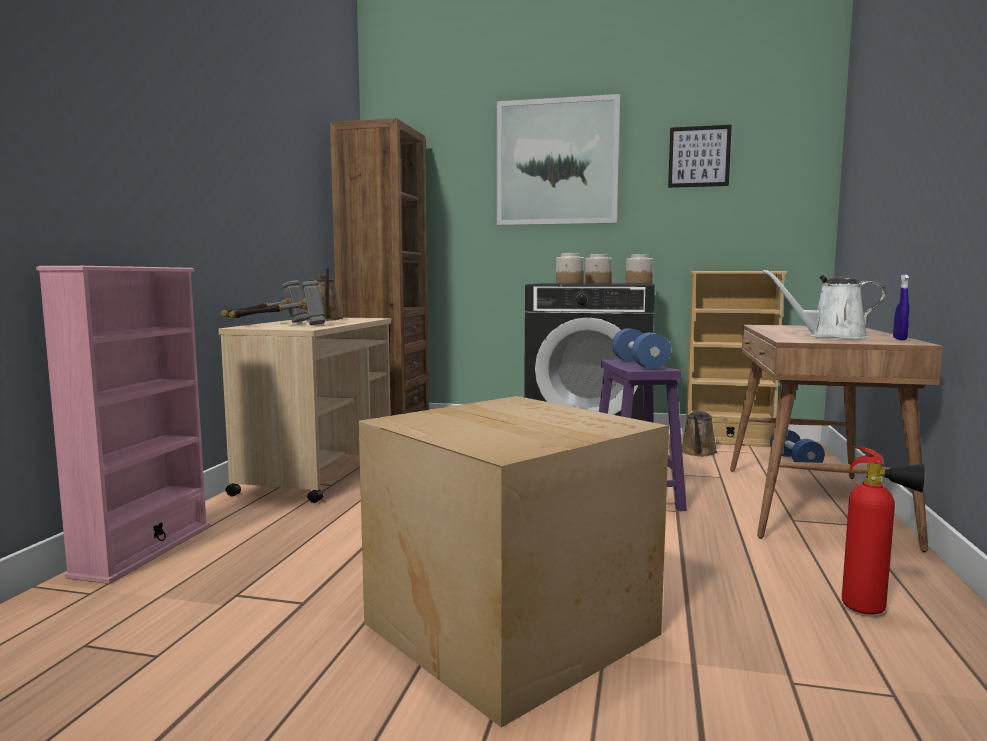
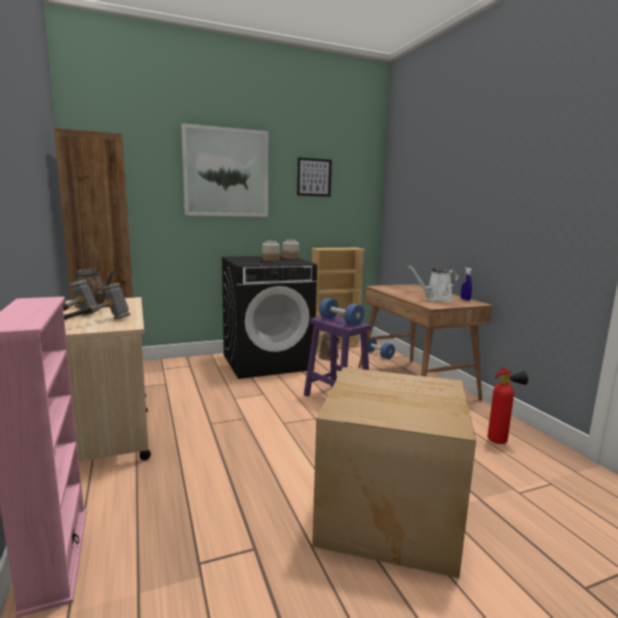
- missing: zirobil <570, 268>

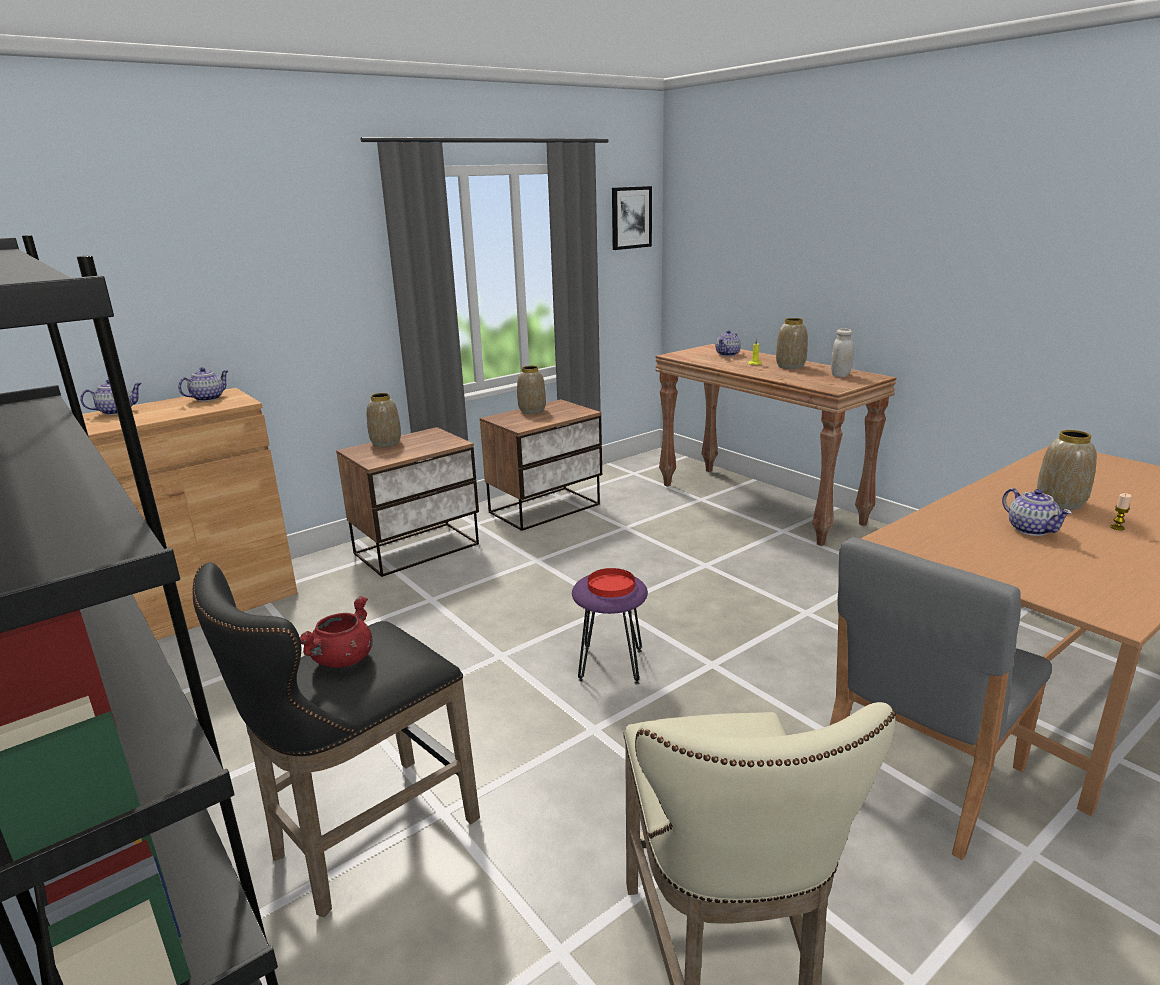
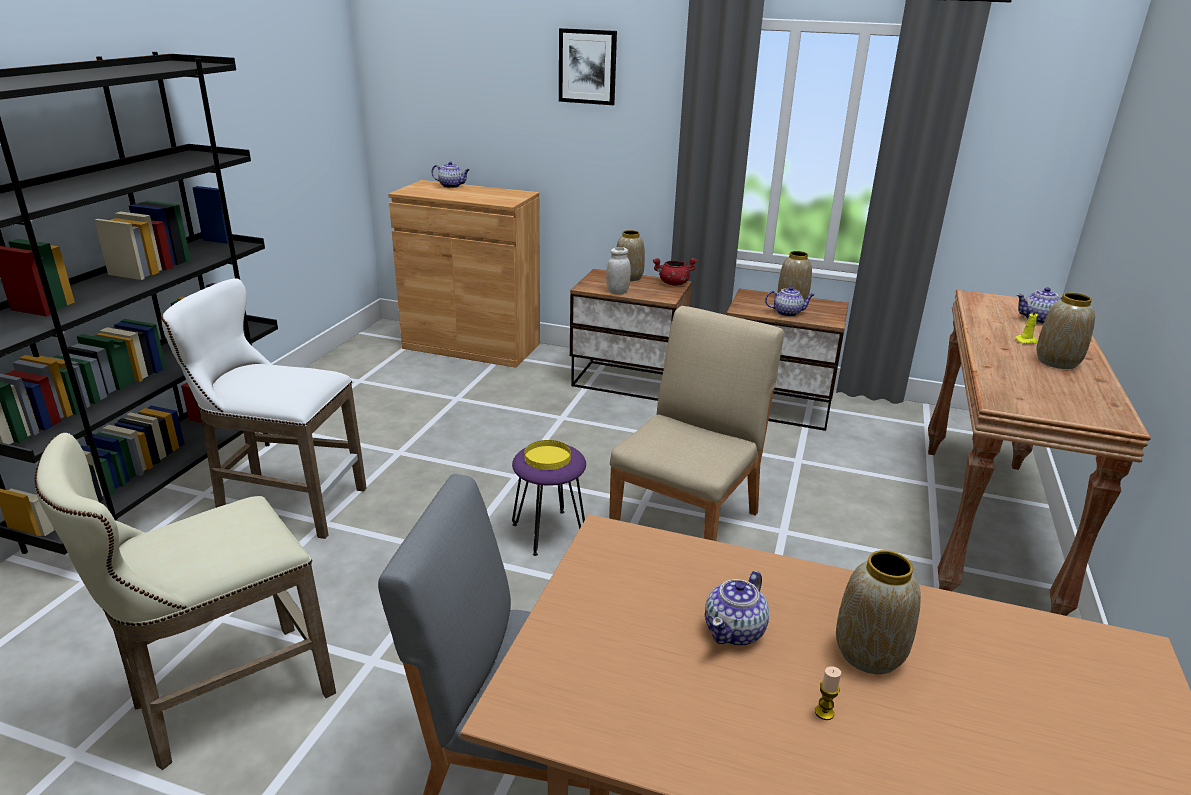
- colour: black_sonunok <336, 740> to white_sonunok <264, 408>
- colour: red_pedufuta <611, 583> to yellow_pedufuta <548, 455>
- relocated: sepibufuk <632, 218> to <588, 66>
- relocated: white_zirobil <842, 352> to <618, 270>
- appeared: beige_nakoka <696, 423>
- relocated: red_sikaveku <336, 632> to <675, 271>
- relocated: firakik <203, 384> to <789, 301>

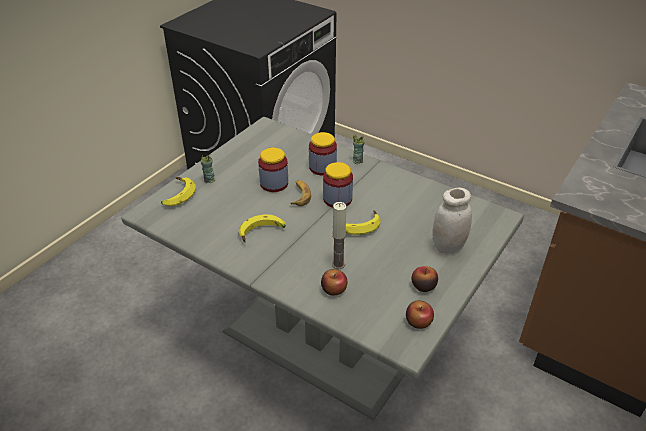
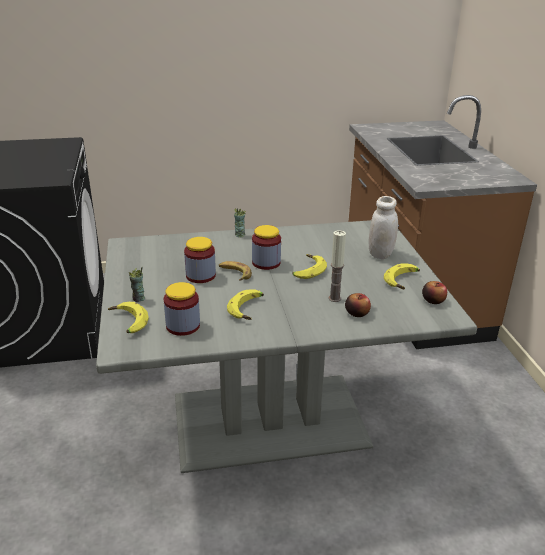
- relocated: zirobil <323, 154> to <182, 309>
- exchanged: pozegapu <424, 279> to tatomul <402, 276>

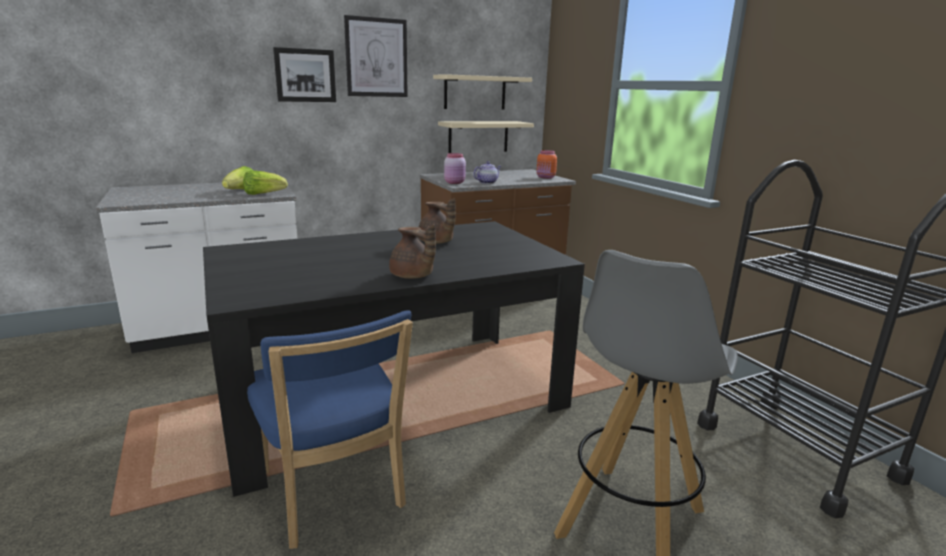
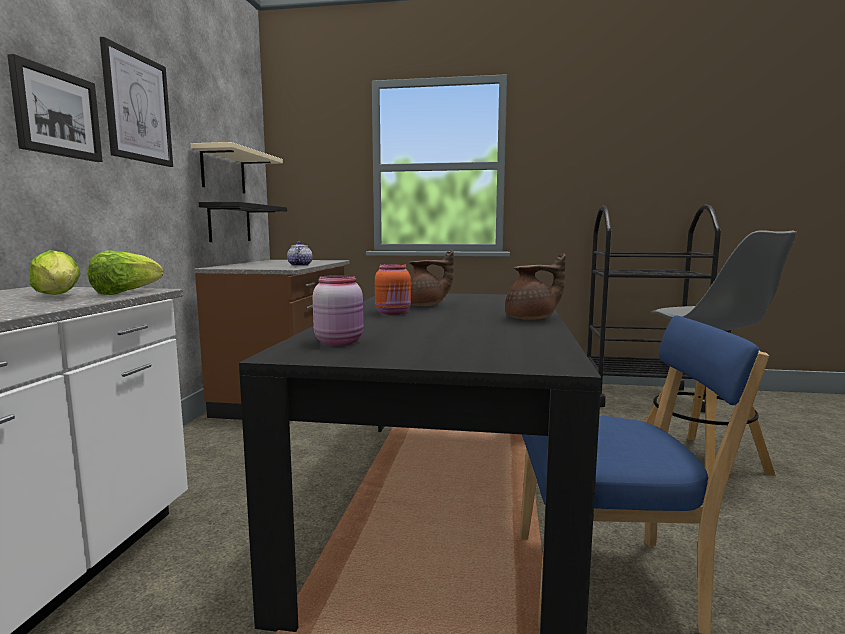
- colour: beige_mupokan <486, 137> to black_mupokan <243, 222>
- relocated: pink_zirobil <455, 168> to <338, 310>
- relocated: orange_zirobil <546, 164> to <393, 289>

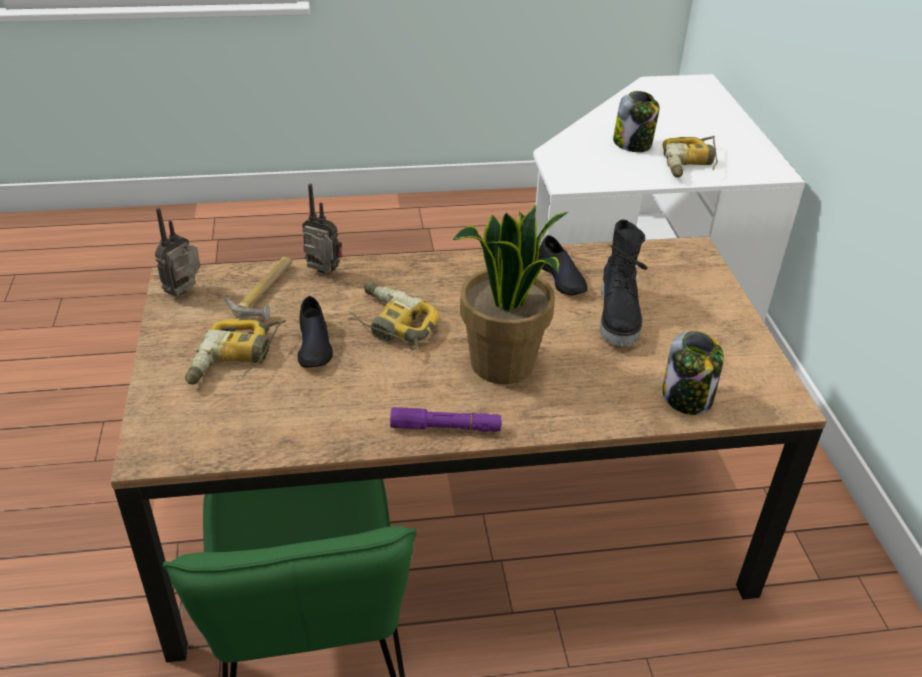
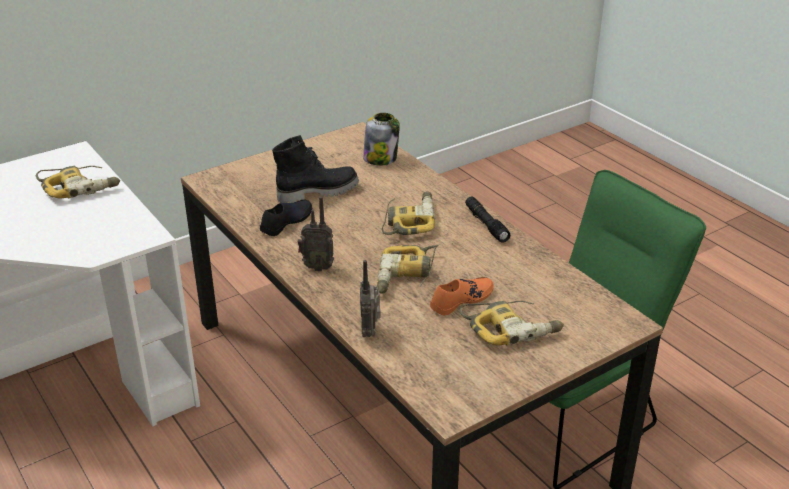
- relocated: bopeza <177, 252> to <316, 233>
- exchanged: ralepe <510, 294> to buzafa <408, 213>
- colour: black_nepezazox <315, 332> to orange_nepezazox <462, 296>
- colour: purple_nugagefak <446, 419> to black_nugagefak <487, 219>
- missing: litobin <258, 289>
- missing: zirobil <636, 121>

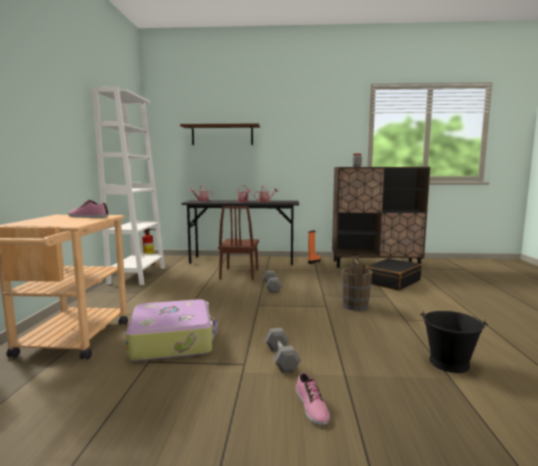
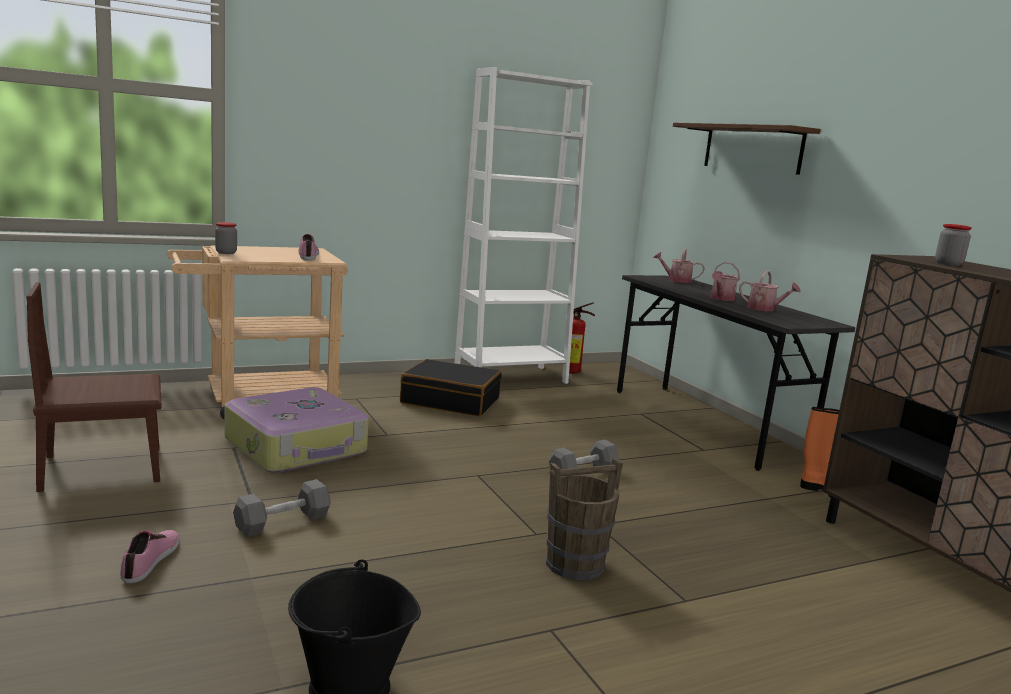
- relocated: brown_nakoka <238, 243> to <93, 387>
- spun: nepezazox <313, 399> = <149, 556> 135 degrees clockwise
- appeared: zirobil <226, 238>
- relocated: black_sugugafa <393, 274> to <451, 387>

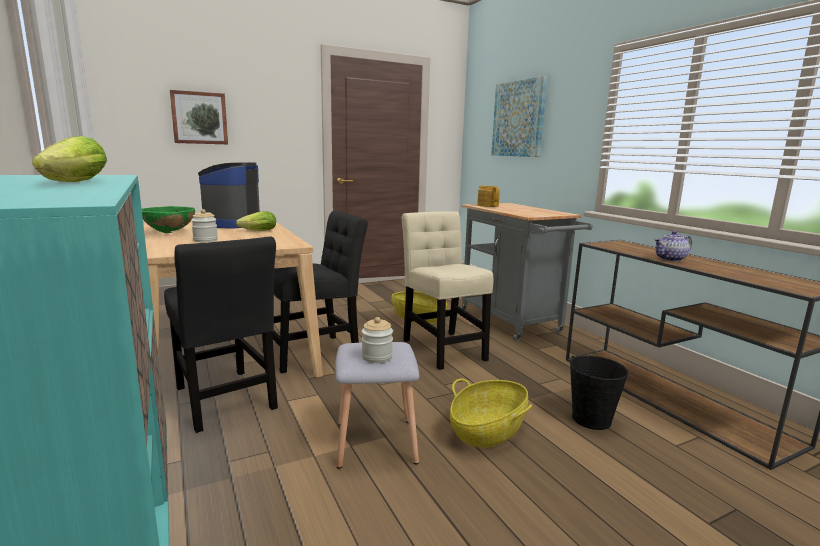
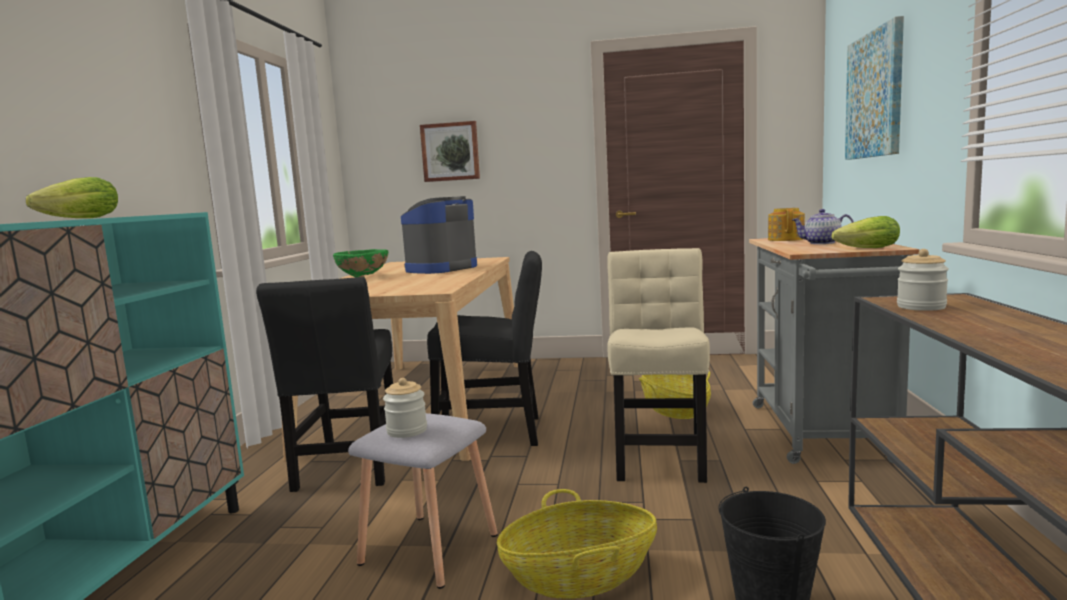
- relocated: firakik <673, 246> to <823, 226>
- relocated: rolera <256, 221> to <866, 232>
- relocated: zirobil <204, 225> to <923, 280>

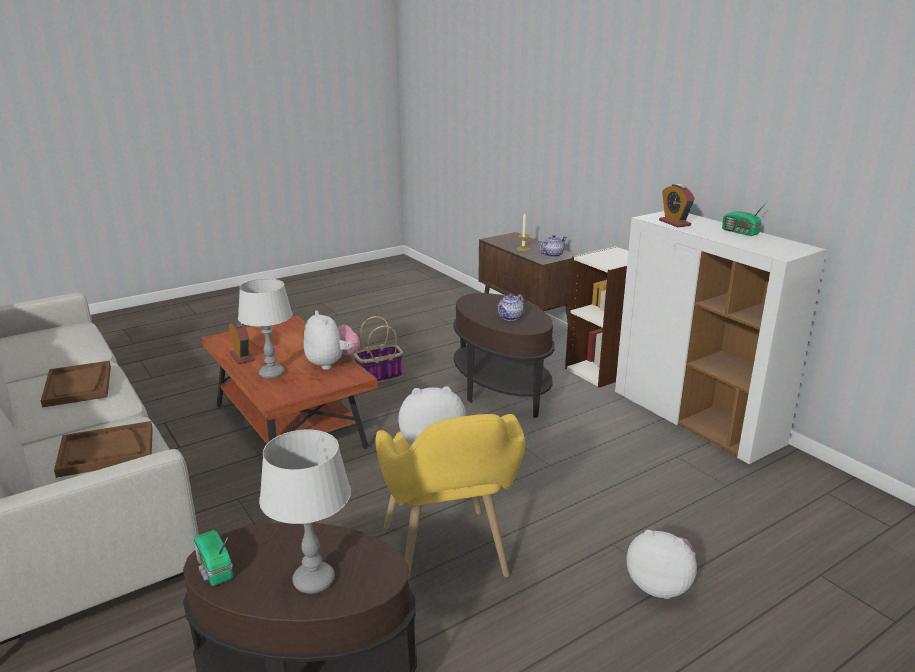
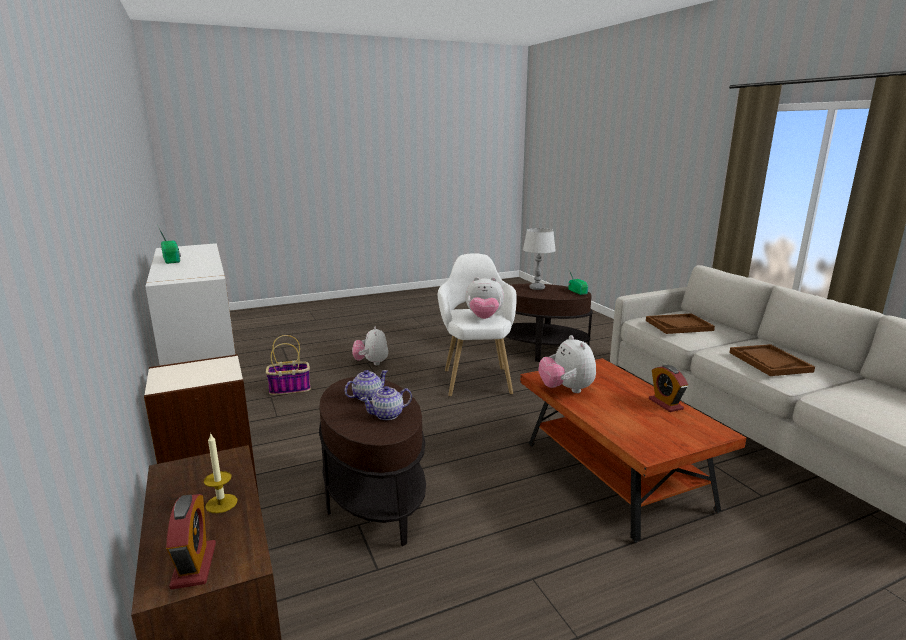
- relocated: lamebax <677, 205> to <191, 541>
- relocated: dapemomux <378, 349> to <288, 365>
- spun: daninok <661, 564> = <370, 345> 45 degrees clockwise
- relocated: firakik <553, 246> to <386, 403>
- colour: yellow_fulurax <450, 496> to white_fulurax <477, 325>
- missing: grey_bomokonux <265, 328>

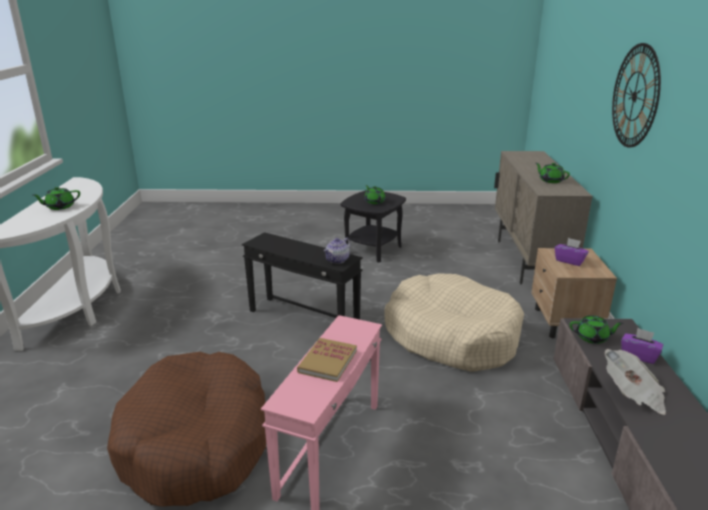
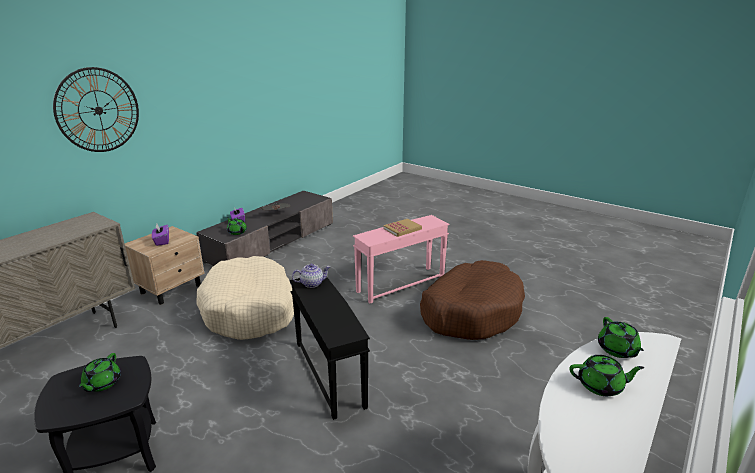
- relocated: green_firakik <553, 173> to <621, 337>

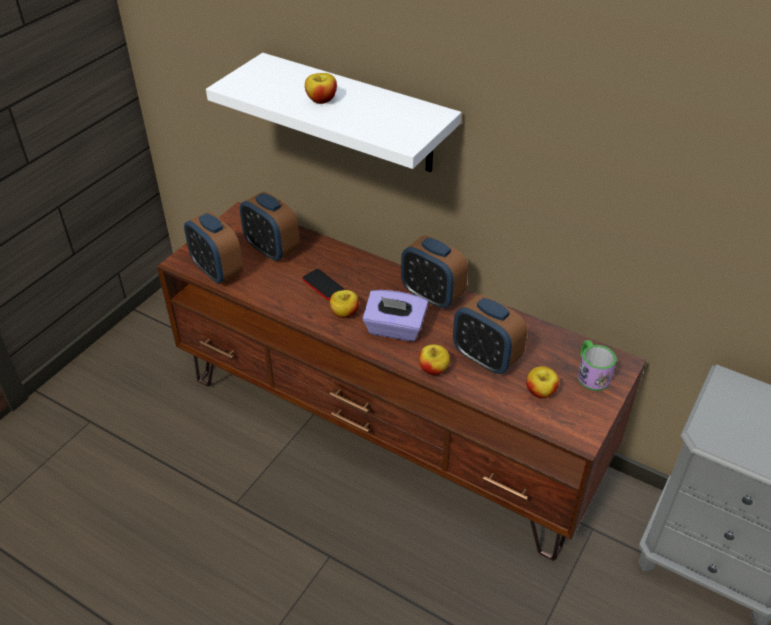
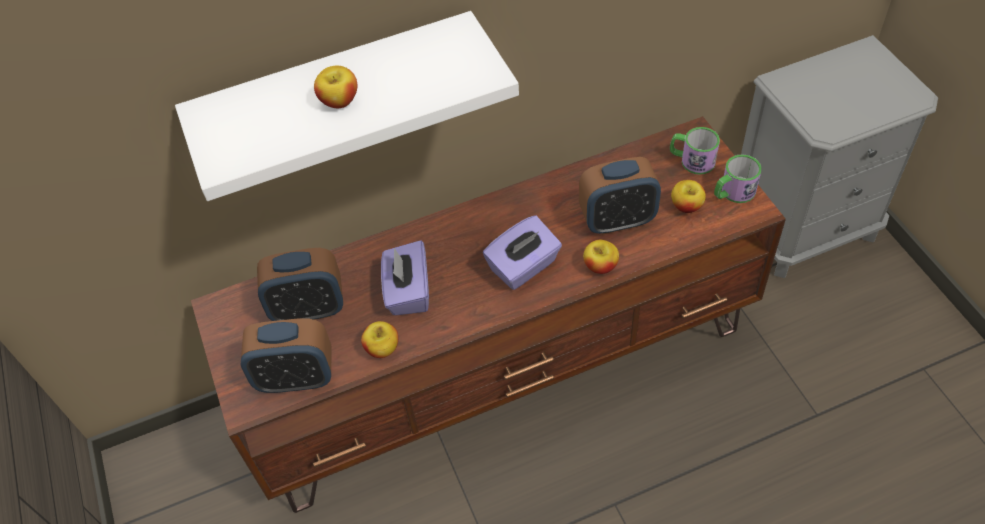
- relocated: pozegapu <344, 304> to <379, 339>
- exchanged: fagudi <323, 284> to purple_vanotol <405, 277>
- appeared: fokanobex <738, 178>
- missing: lamebax <434, 272>

